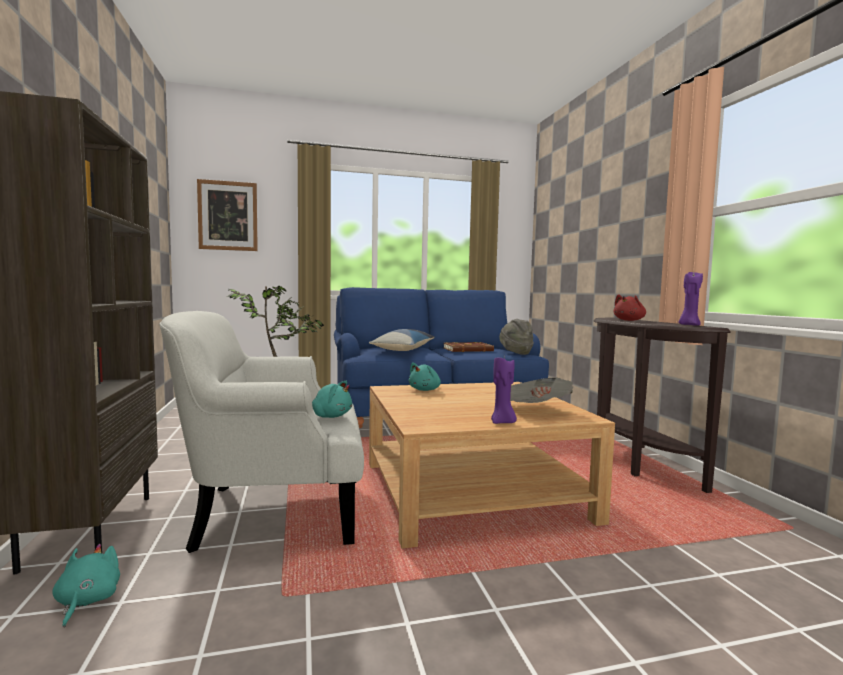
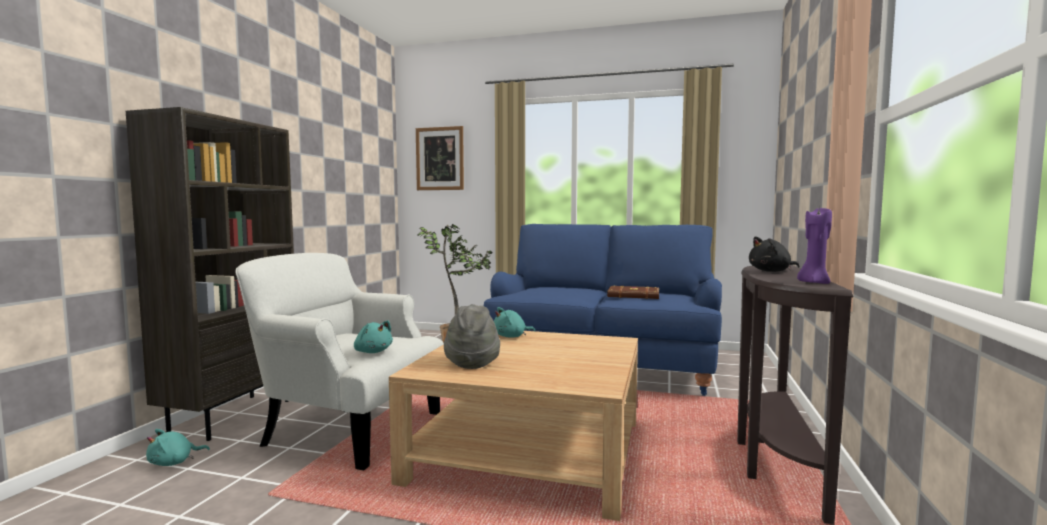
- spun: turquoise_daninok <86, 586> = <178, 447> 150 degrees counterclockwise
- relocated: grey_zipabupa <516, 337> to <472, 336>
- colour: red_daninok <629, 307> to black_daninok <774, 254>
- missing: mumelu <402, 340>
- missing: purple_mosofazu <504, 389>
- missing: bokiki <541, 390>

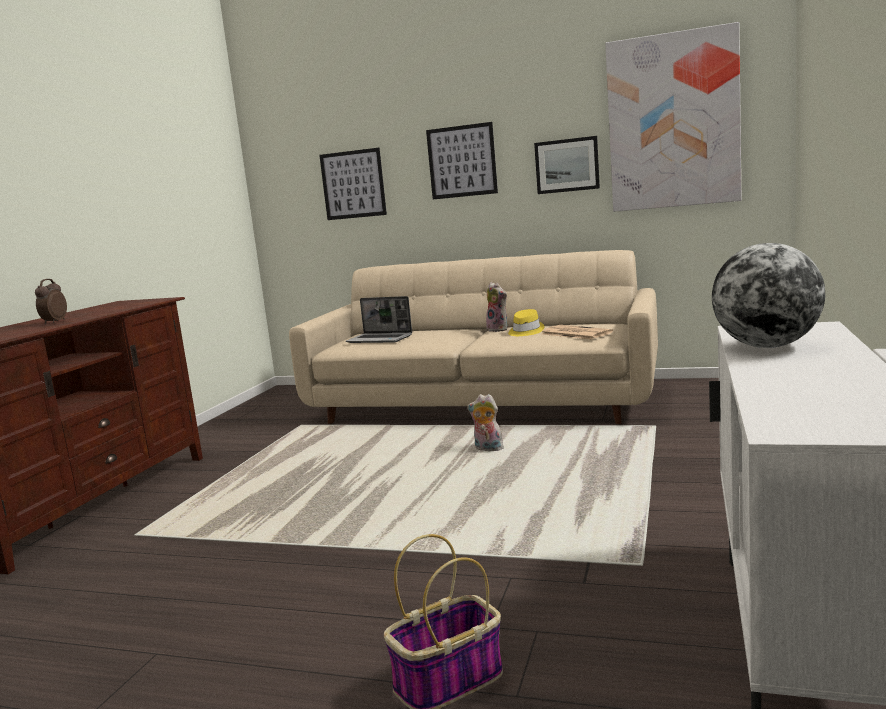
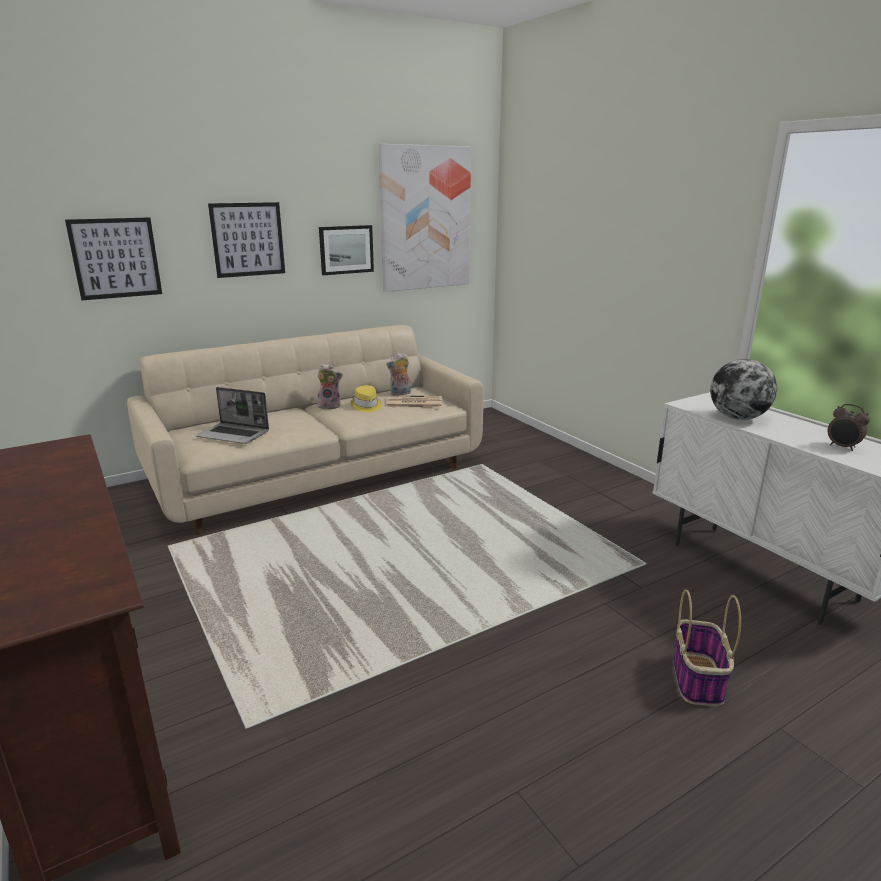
- spun: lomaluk <379, 319> = <232, 415> 45 degrees clockwise
- relocated: daninok <485, 422> to <398, 374>
- relocated: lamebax <51, 302> to <849, 427>

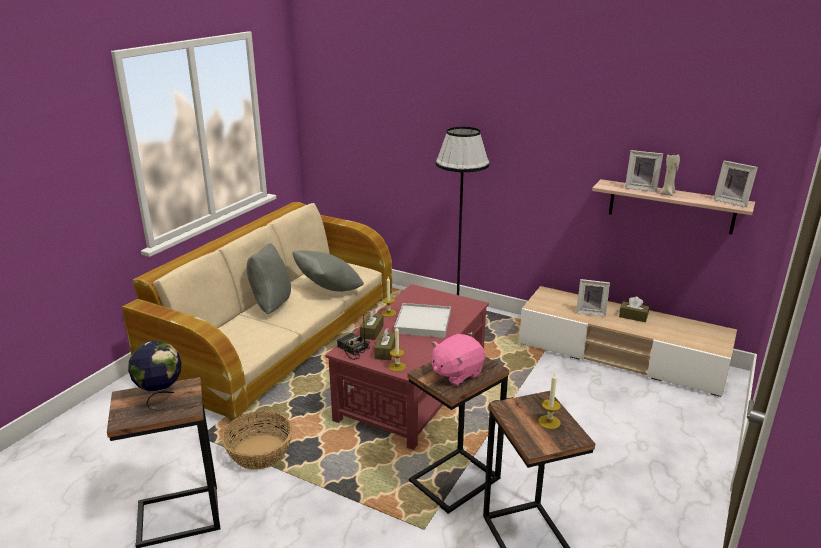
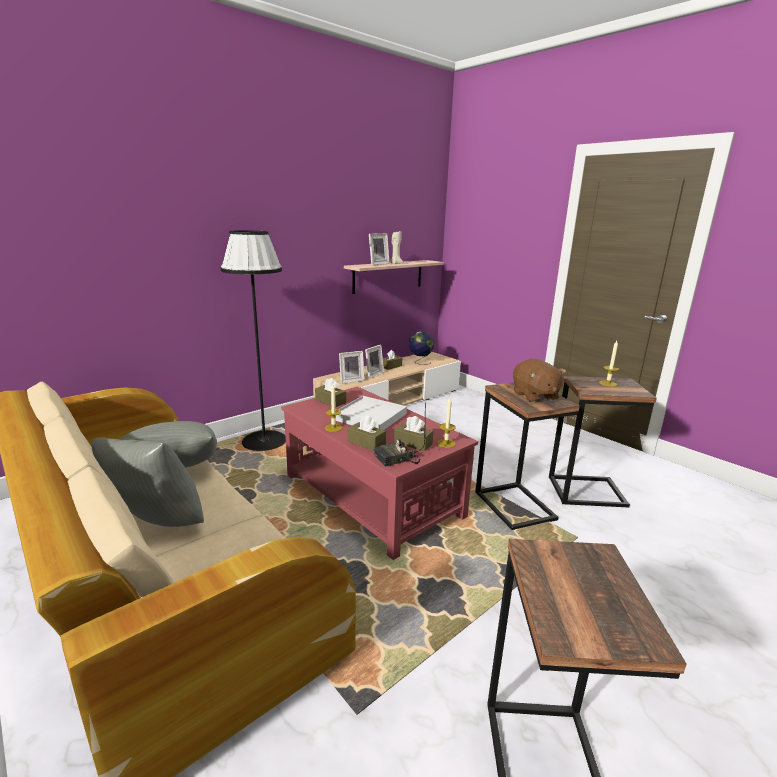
- appeared: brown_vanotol <330, 392>
- relocated: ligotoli <735, 183> to <352, 367>
- relocated: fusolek <154, 376> to <421, 348>
- colour: pink_daninok <458, 360> to brown_daninok <539, 380>
- missing: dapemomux <257, 440>

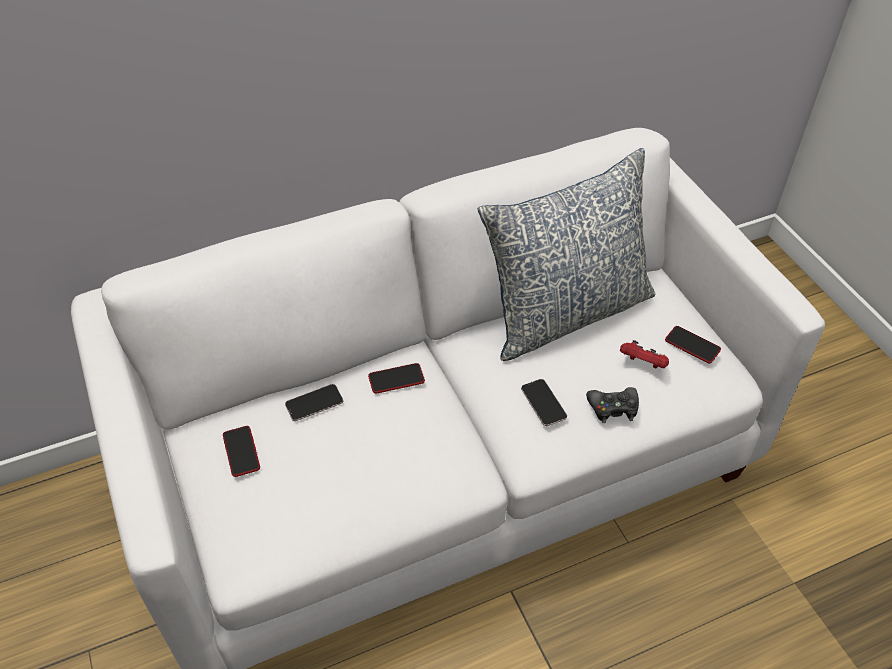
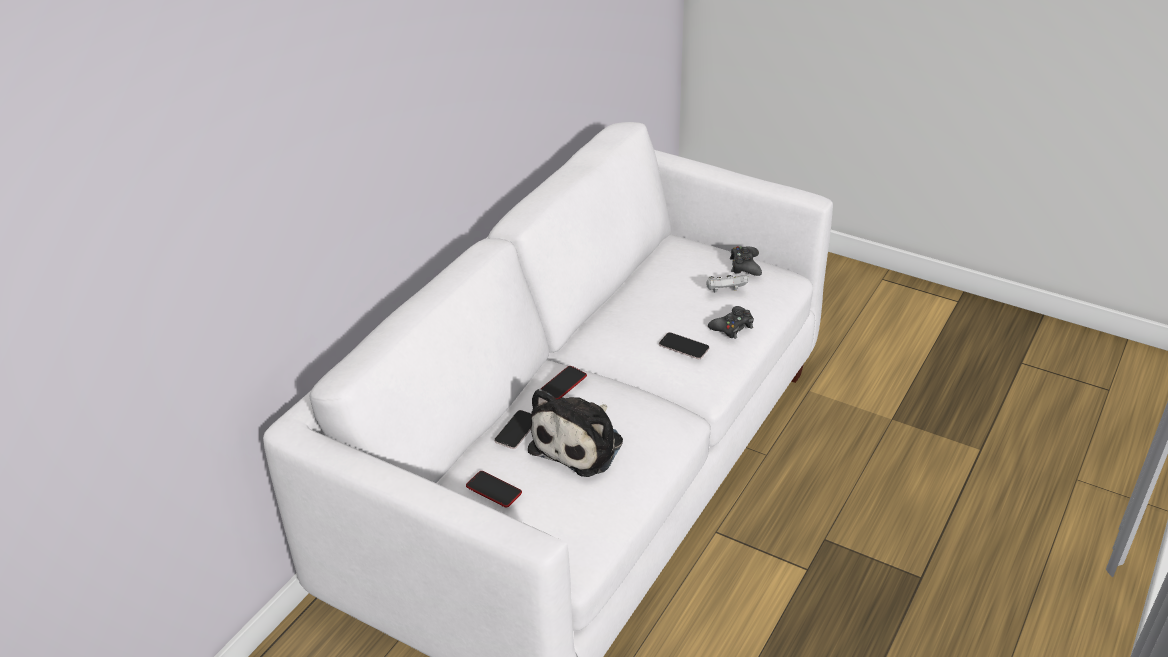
- appeared: daninok <575, 433>
- colour: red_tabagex <644, 354> to white_tabagex <727, 284>
- exchanged: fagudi <693, 344> to black_tabagex <746, 261>
- missing: mumelu <566, 254>

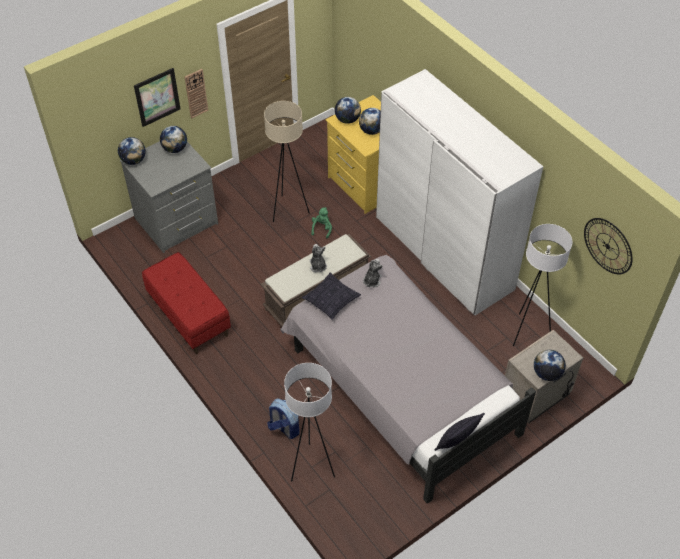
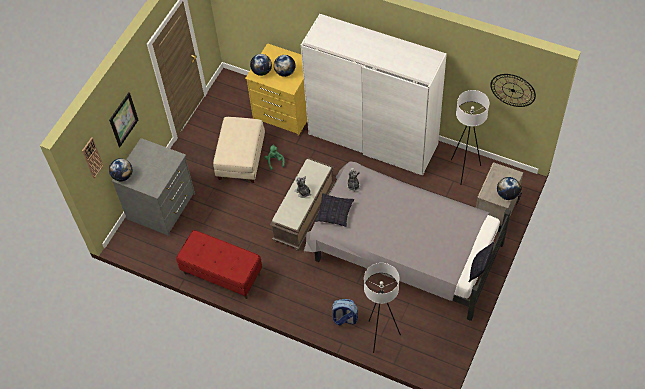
- relocated: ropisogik <196, 93> to <93, 158>
- exchanged: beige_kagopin <287, 161> to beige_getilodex <239, 150>
- missing: fusolek <173, 139>

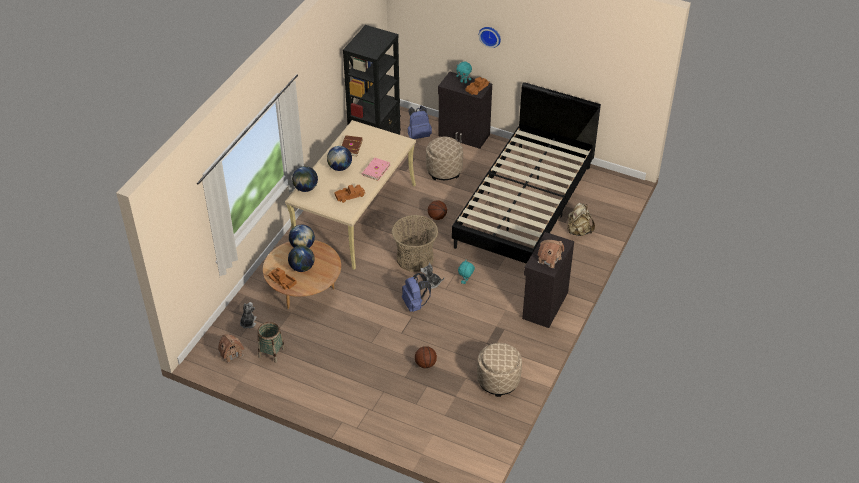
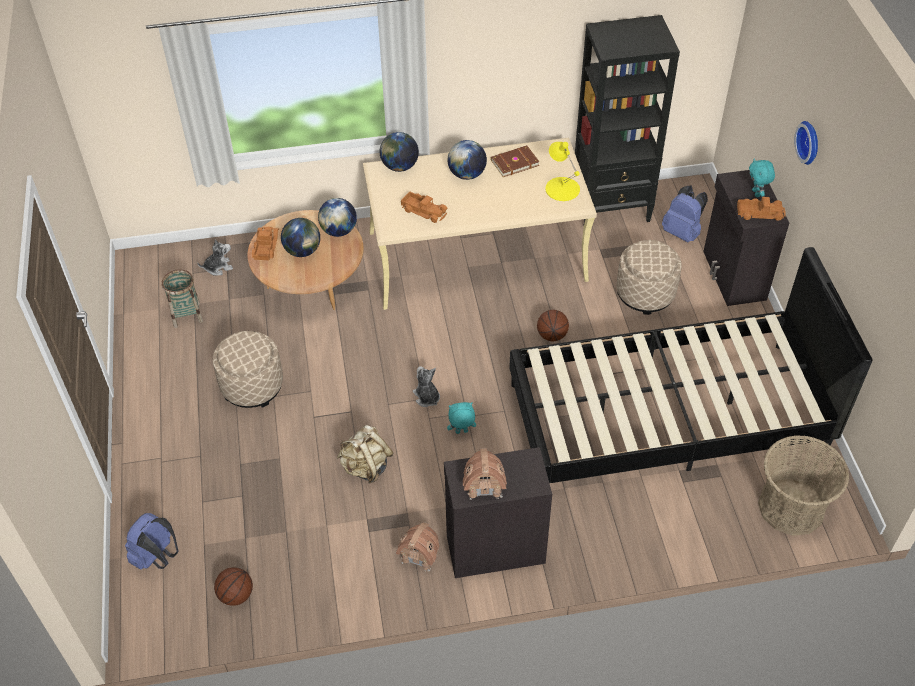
- relocated: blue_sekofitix <416, 292> to <151, 541>
- relocated: beige_getilodex <499, 370> to <248, 369>
- relocated: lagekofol <426, 357> to <233, 586>
- relocated: beige_sekofitix <581, 219> to <365, 454>
- relocated: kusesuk <231, 348> to <417, 547>
- appeared: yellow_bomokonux <562, 171>
- relocated: dapemomux <415, 243> to <803, 485>
- missing: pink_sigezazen <376, 169>

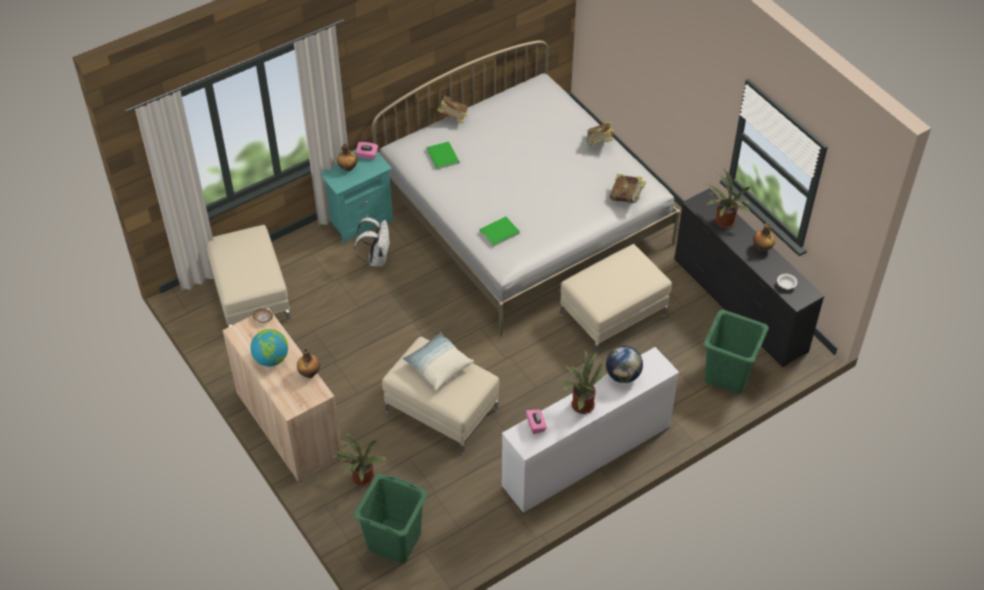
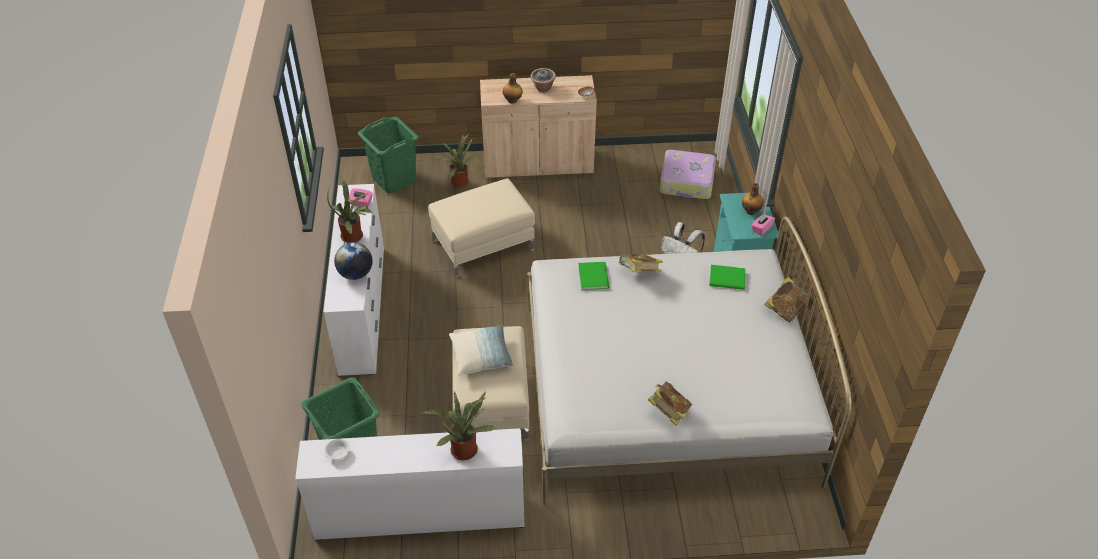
- colour: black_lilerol <749, 277> to white_lilerol <409, 484>
- relocated: mumelu <438, 361> to <481, 350>
- exchanged: fusolek <269, 347> to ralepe <543, 80>
- relocated: sigezazen <628, 188> to <640, 263>
- exchanged: beige_getilodex <249, 276> to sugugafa <688, 174>
- missing: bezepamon <764, 237>

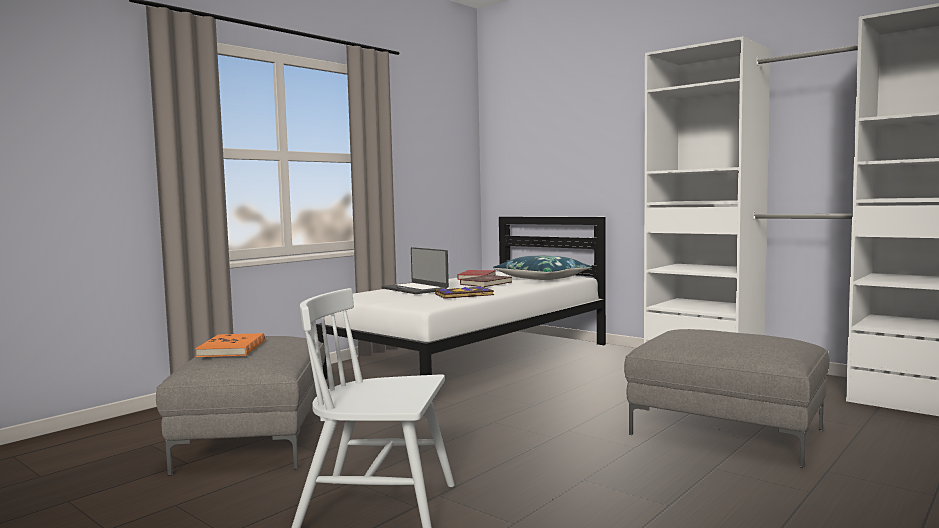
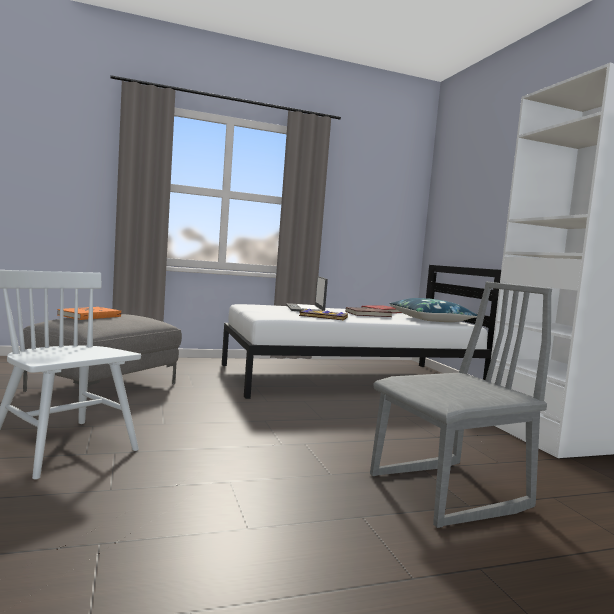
- exchanged: grey_getilodex <726, 398> to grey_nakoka <461, 405>

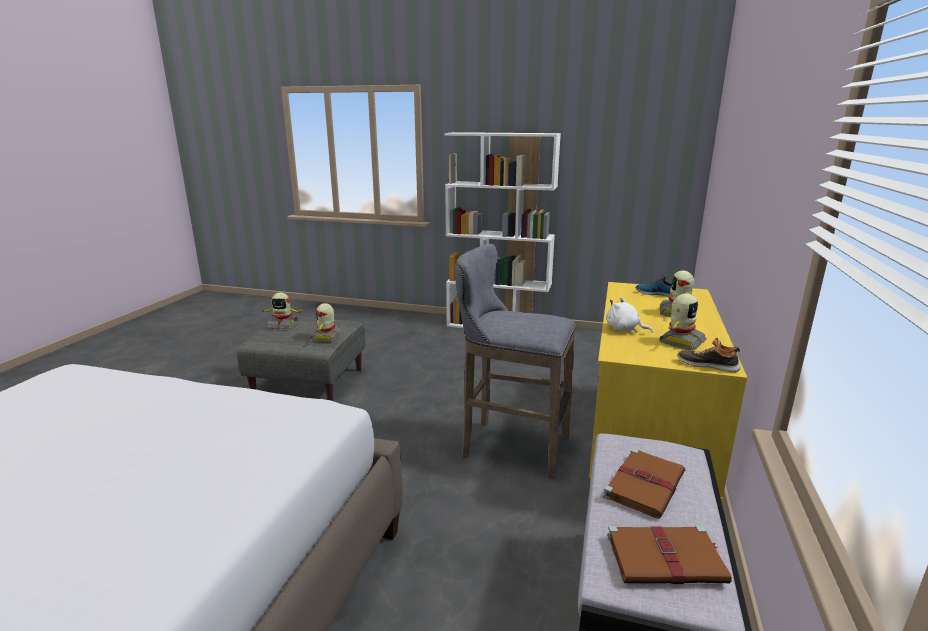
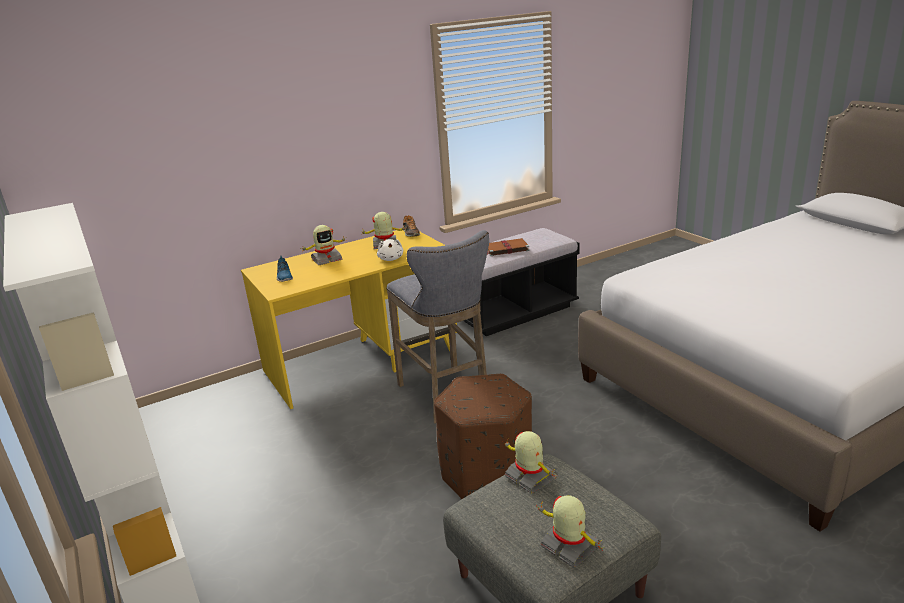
- appeared: brown_getilodex <483, 436>
- spun: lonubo <325, 322> = <530, 462> 90 degrees counterclockwise
- missing: brown_sigezazen <669, 554>

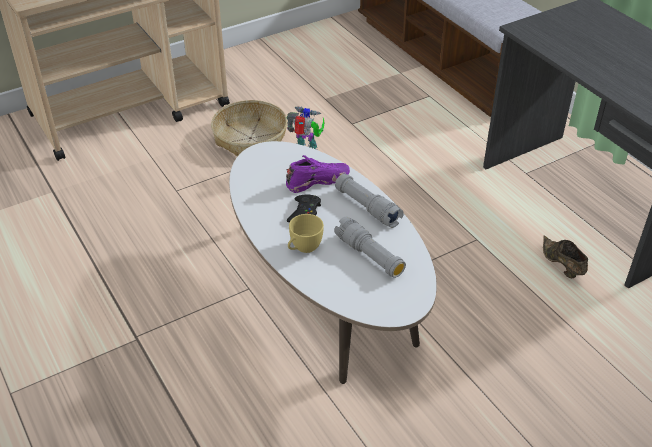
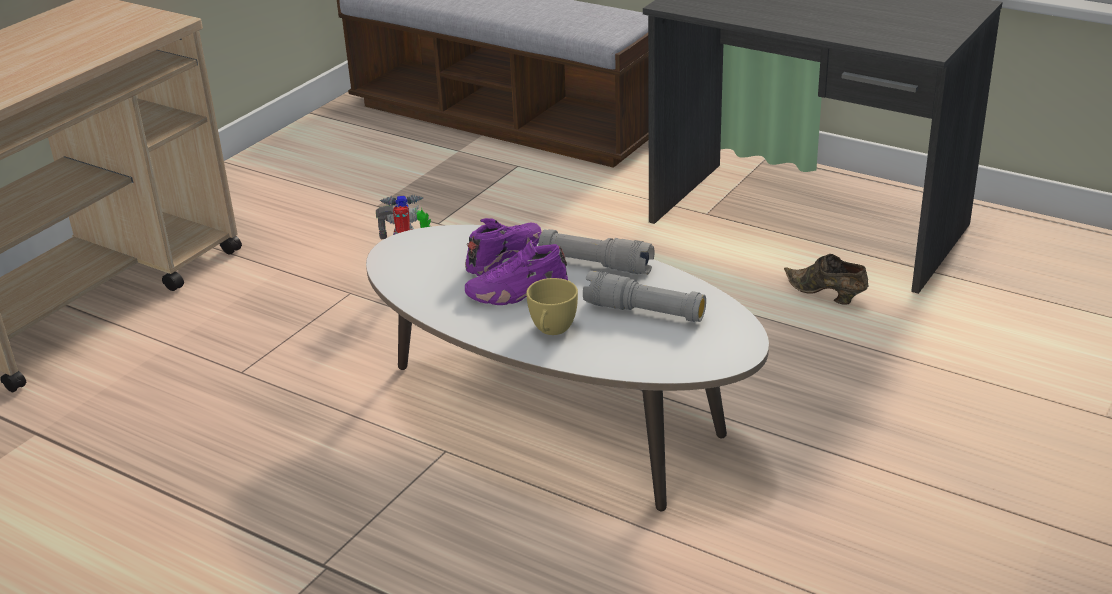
- exchanged: black_tabagex <304, 208> to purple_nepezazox <516, 272>
- missing: dapemomux <249, 128>

